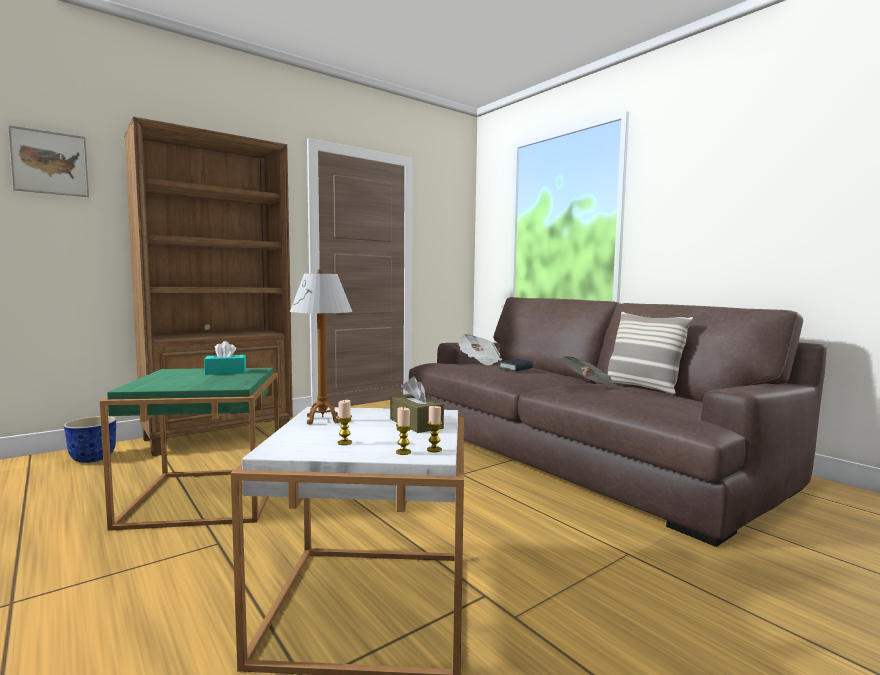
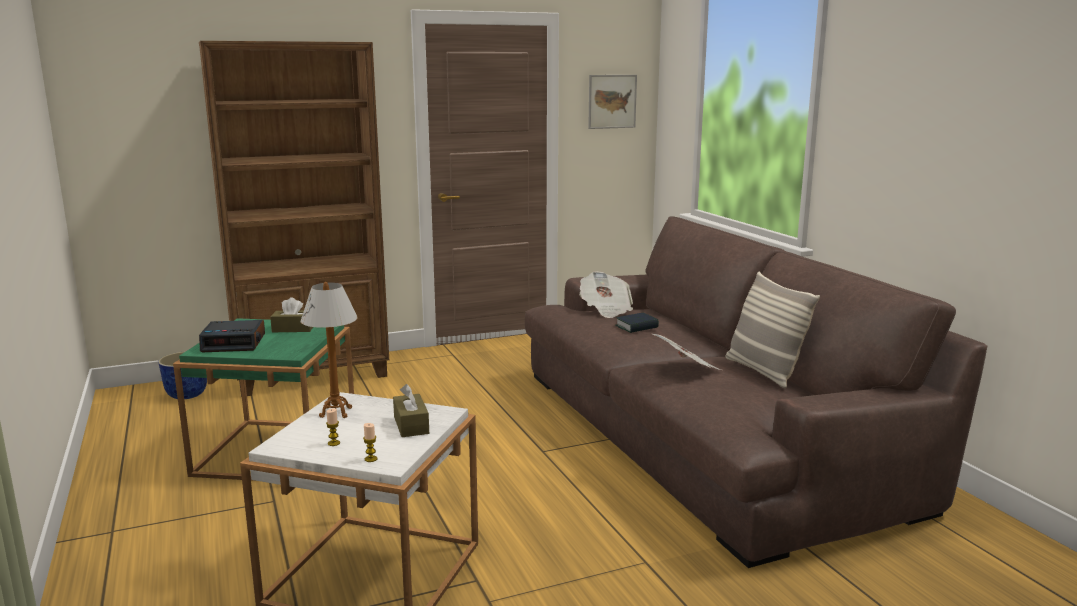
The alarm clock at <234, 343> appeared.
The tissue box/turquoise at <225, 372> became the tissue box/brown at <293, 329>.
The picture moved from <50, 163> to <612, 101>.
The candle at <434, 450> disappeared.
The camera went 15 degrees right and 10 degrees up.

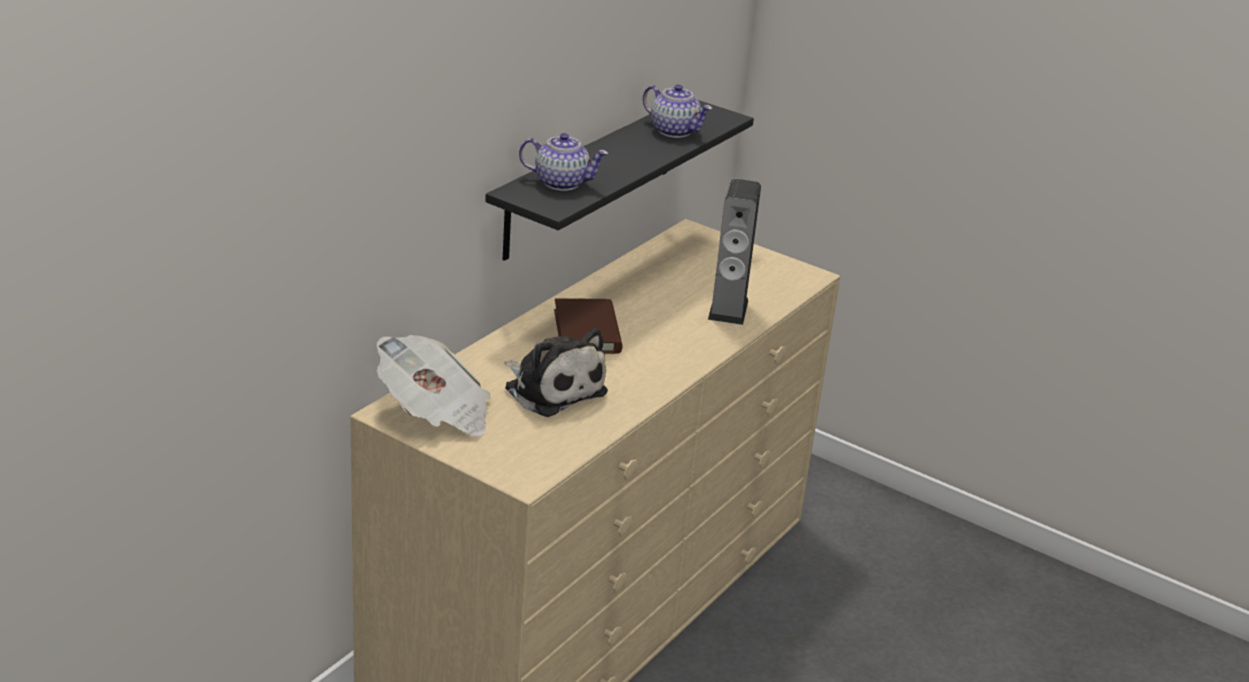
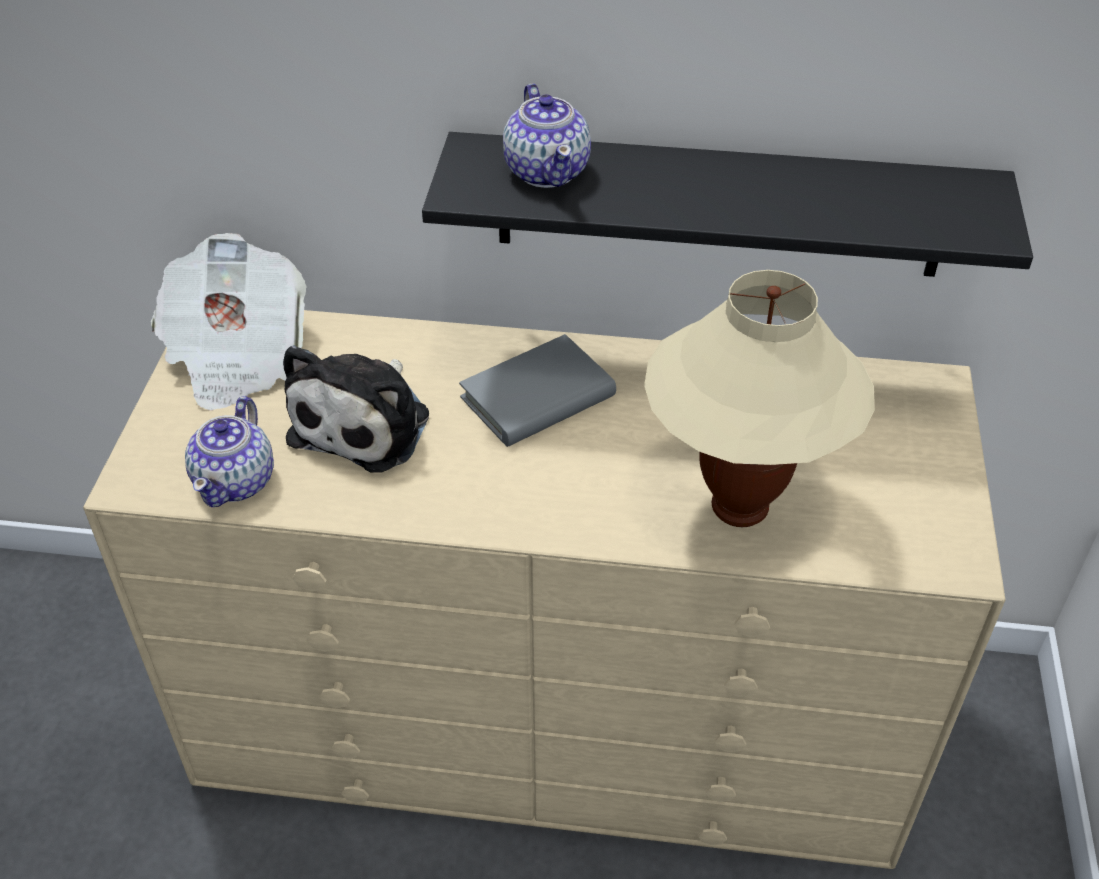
The teapot moved from <674, 130> to <236, 481>.
The book/brown at <587, 331> became the book/grey at <538, 397>.
The speaker at <728, 309> was replaced by the table lamp/beige at <740, 508>.
The camera went 65 degrees right and 15 degrees up.

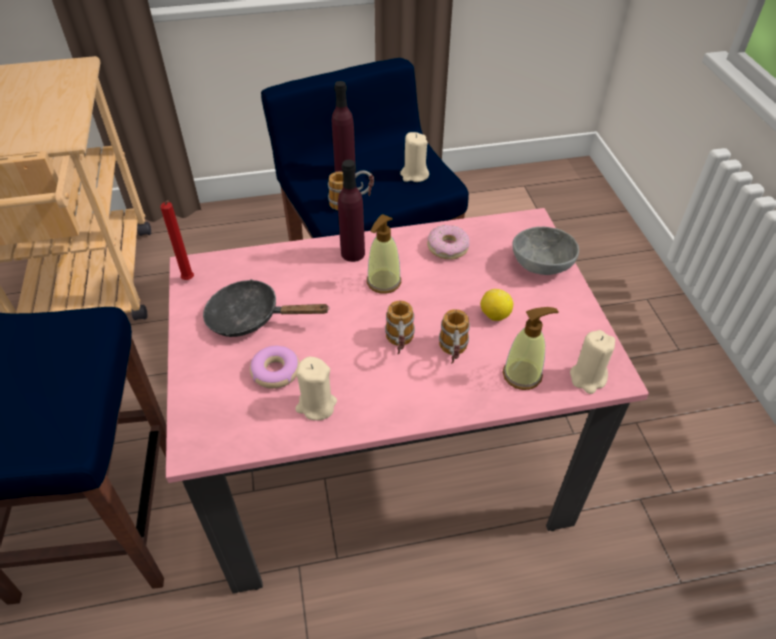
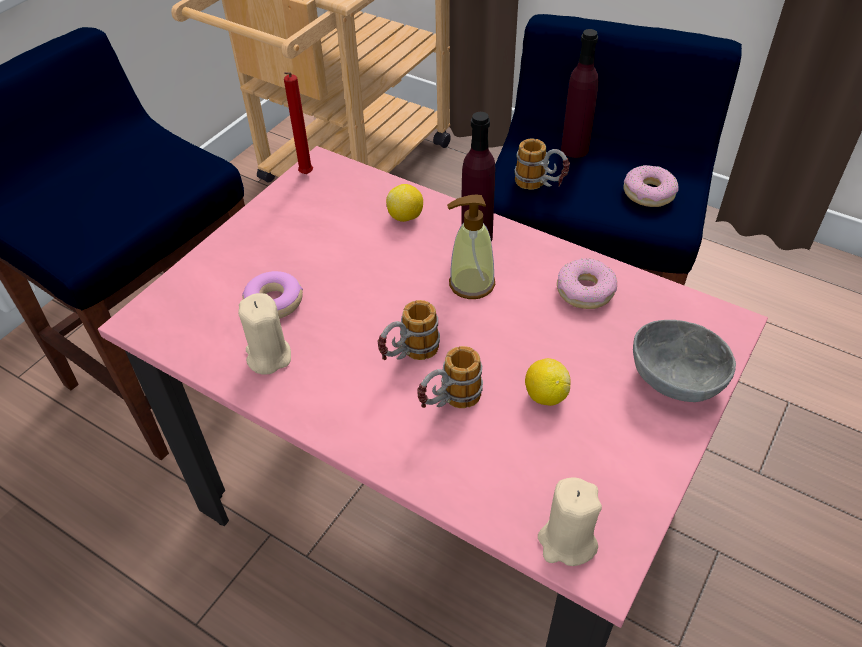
The lemon at <406, 217> appeared.
The candle/beige at <414, 175> was replaced by the donut at <648, 193>.
The frying pan/black at <251, 317> disappeared.
The soap dispenser at <522, 375> disappeared.
The camera went 45 degrees right and 0 degrees up.

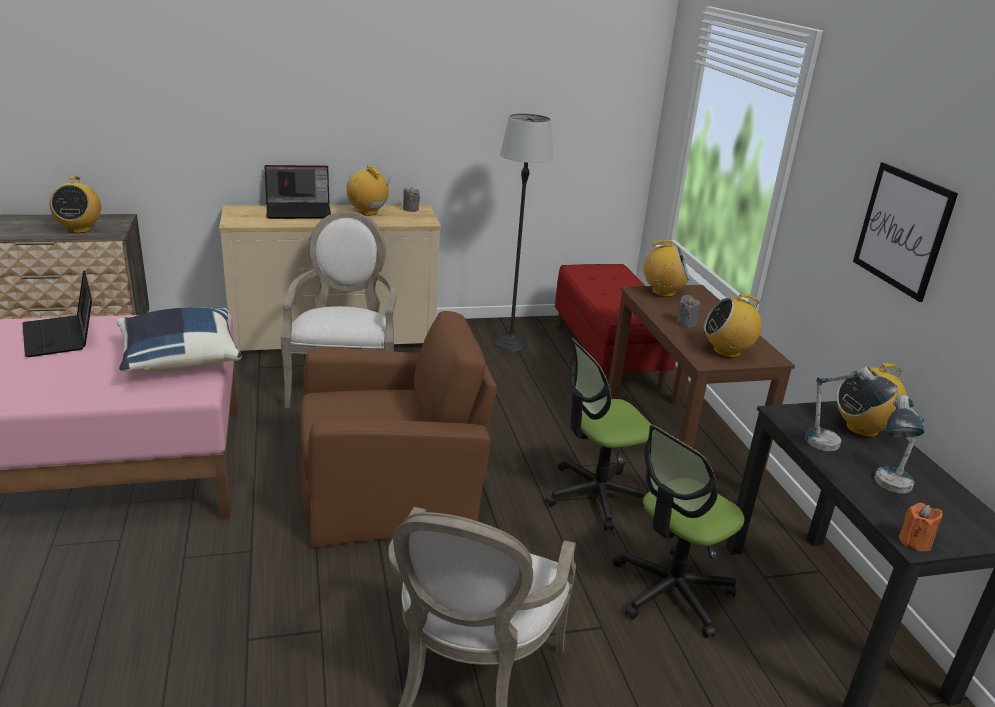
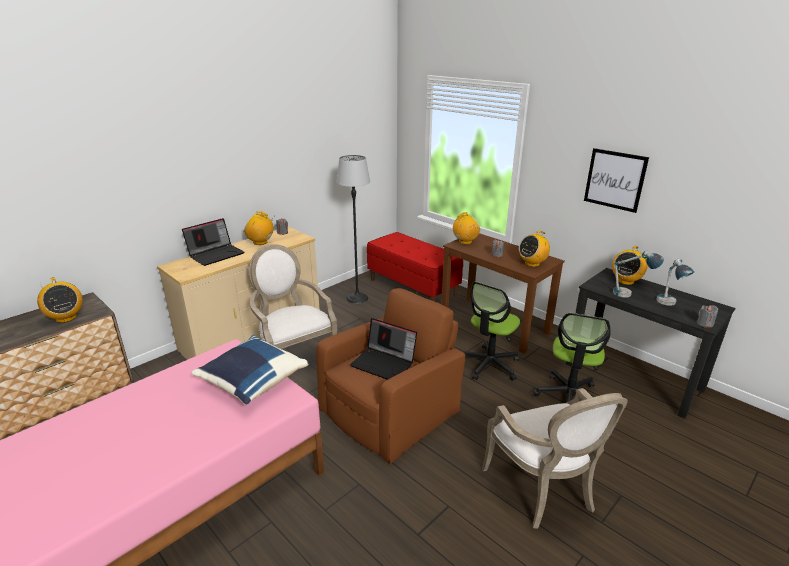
The laptop moved from <62, 336> to <384, 363>.
The candle/orange at <914, 541> became the candle/grey at <704, 324>.
The camera went 30 degrees left and 0 degrees up.

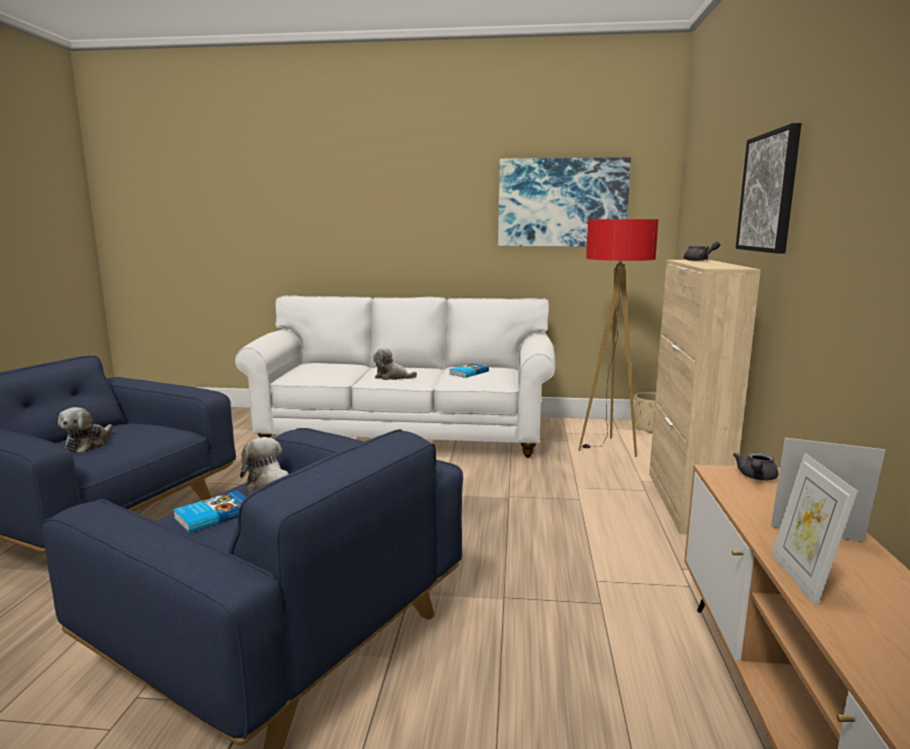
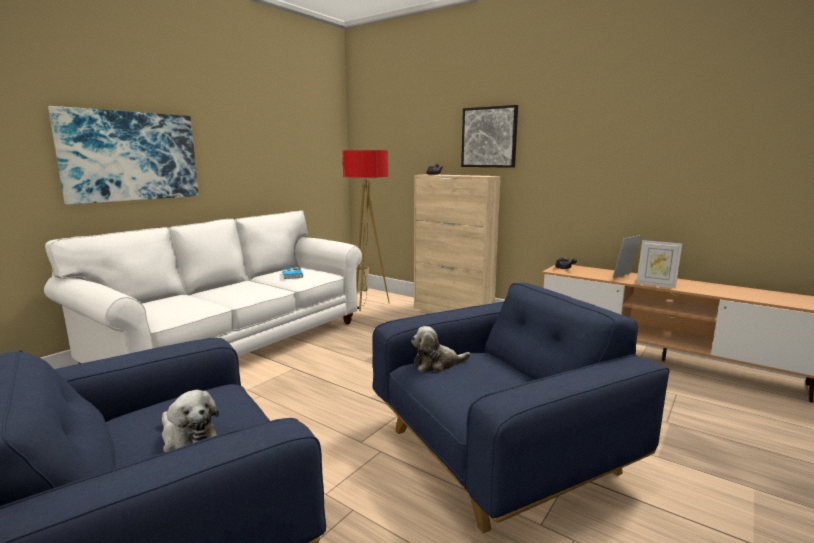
The picture moved from <562, 203> to <131, 156>.
The book at <213, 515> disappeared.
The plush toy at <392, 377> disappeared.
The camera went 60 degrees left and 0 degrees up.

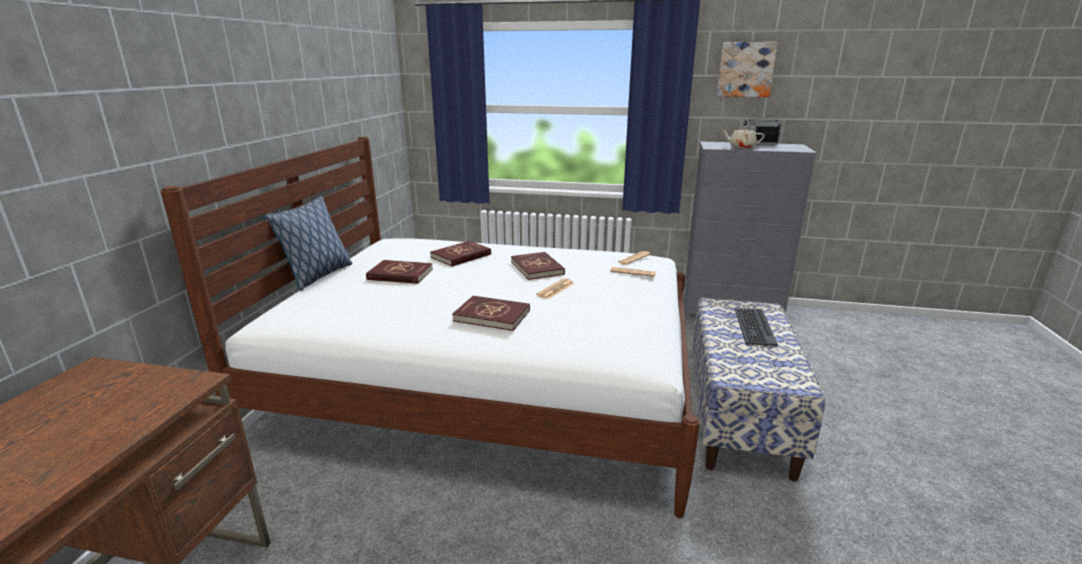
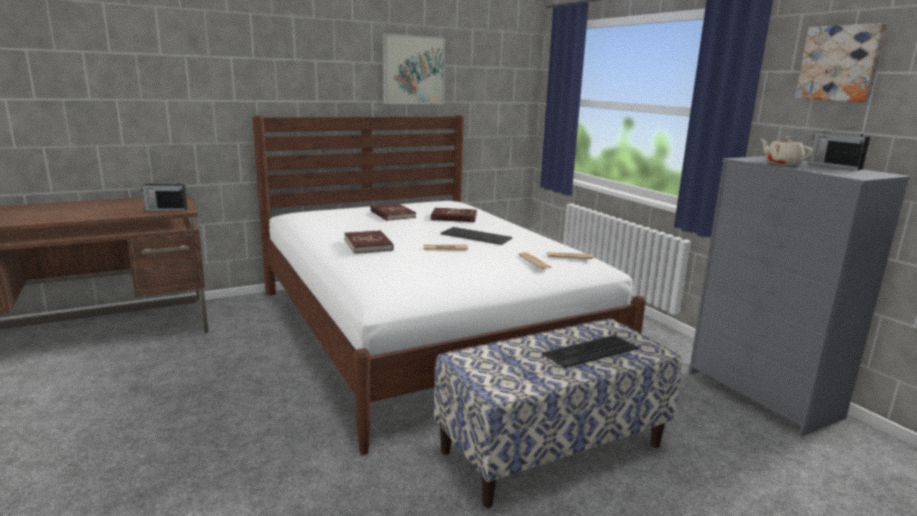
The radio at <165, 209> appeared.
The picture at <413, 70> appeared.
The book/red at <537, 268> was replaced by the keyboard at <475, 236>.
The pillow at <317, 276> disappeared.
The camera went 50 degrees right and 5 degrees down.

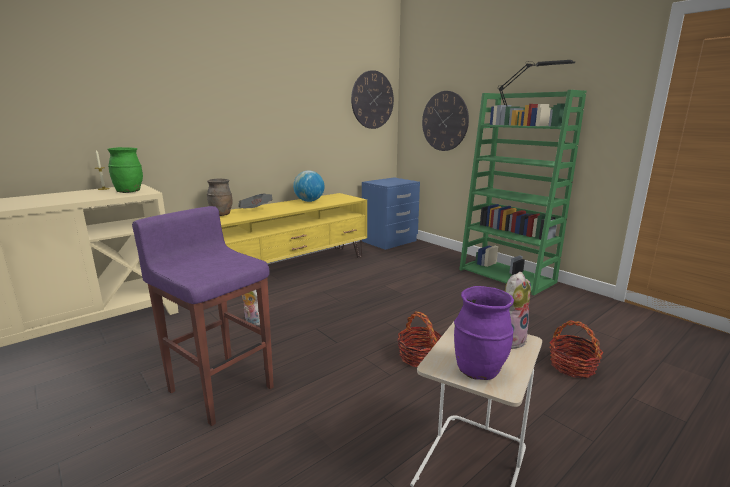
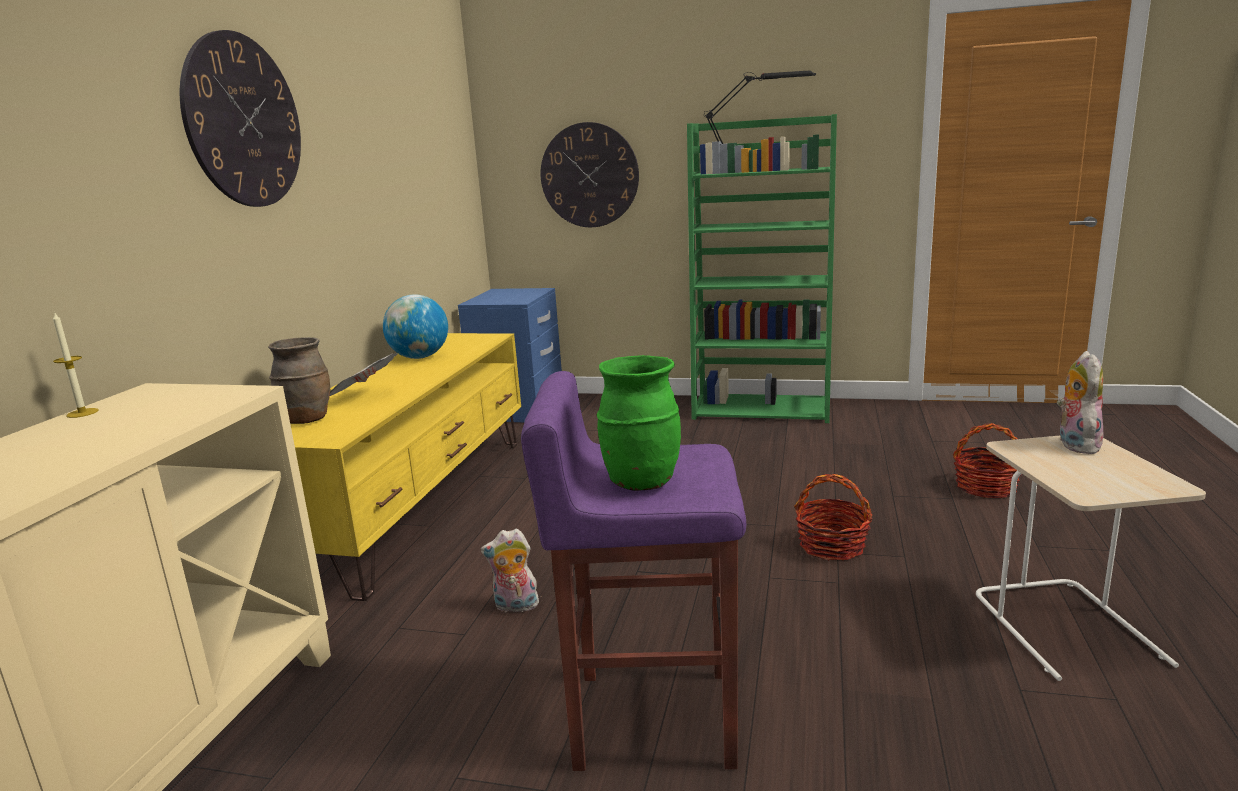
The wall clock moved from <372, 100> to <243, 121>.
The vase/green moved from <129, 192> to <641, 482>.
The vase/purple at <478, 370> disappeared.
The camera went 35 degrees left and 0 degrees up.

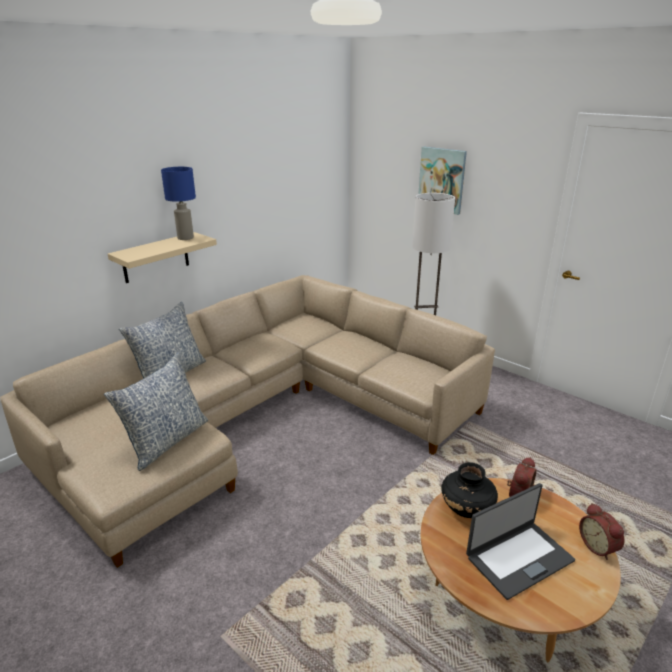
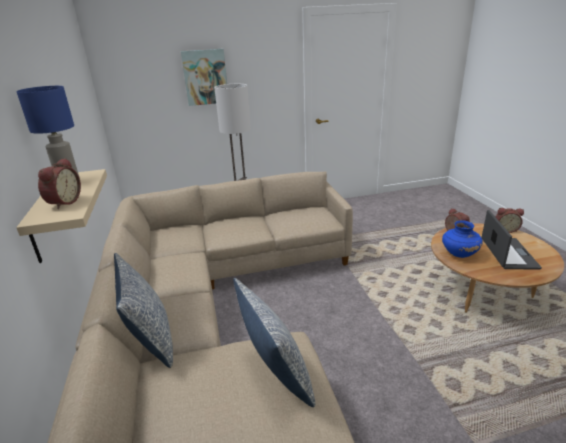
The alarm clock at <63, 202> appeared.
The vase/black at <466, 509> became the vase/blue at <459, 253>.
The camera went 55 degrees left and 0 degrees up.

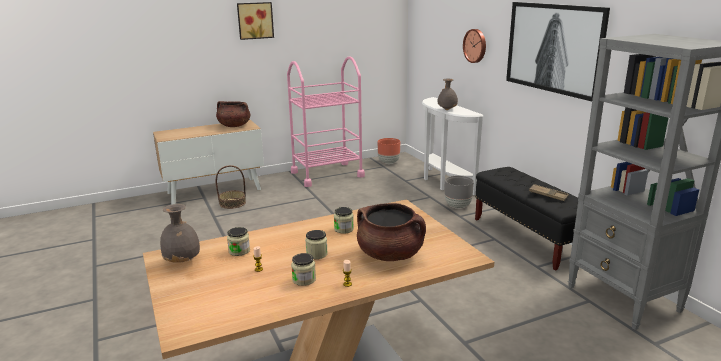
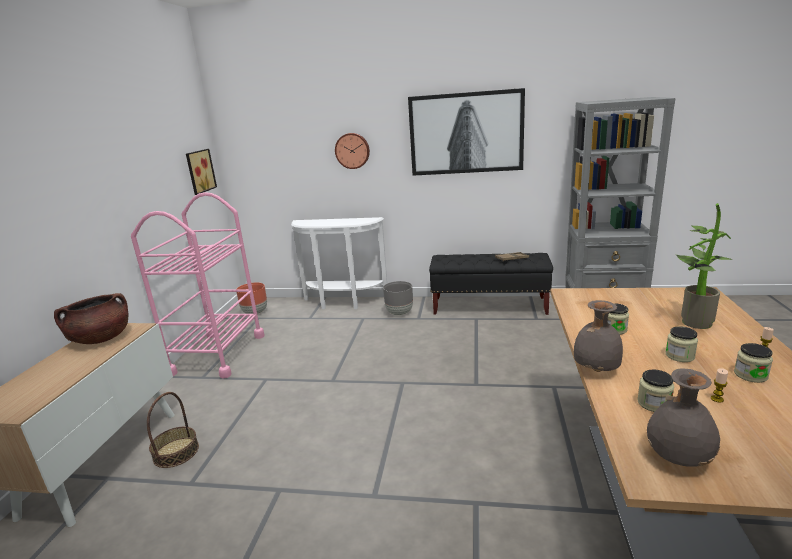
The picture moved from <255, 20> to <199, 171>.
The vase/grey moved from <447, 109> to <595, 369>.
The cooking pot/brown at <390, 255> was replaced by the potted plant at <692, 321>.
The camera went 55 degrees left and 0 degrees up.

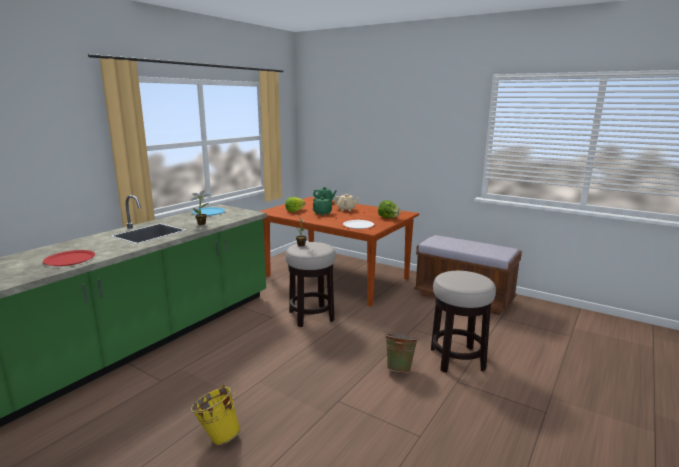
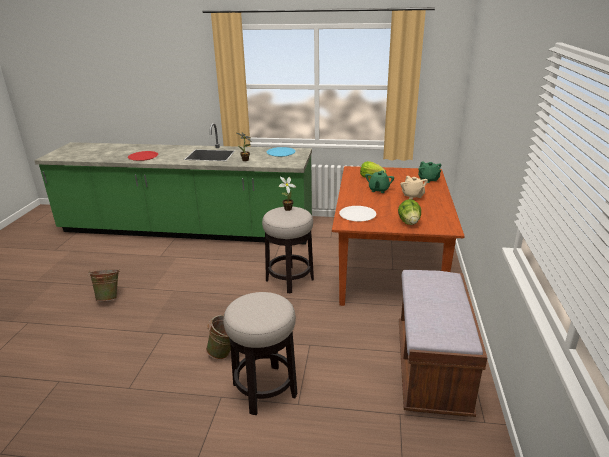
The bucket/yellow at <218, 436> became the bucket/green at <109, 297>.
The camera went 65 degrees right and 10 degrees up.

